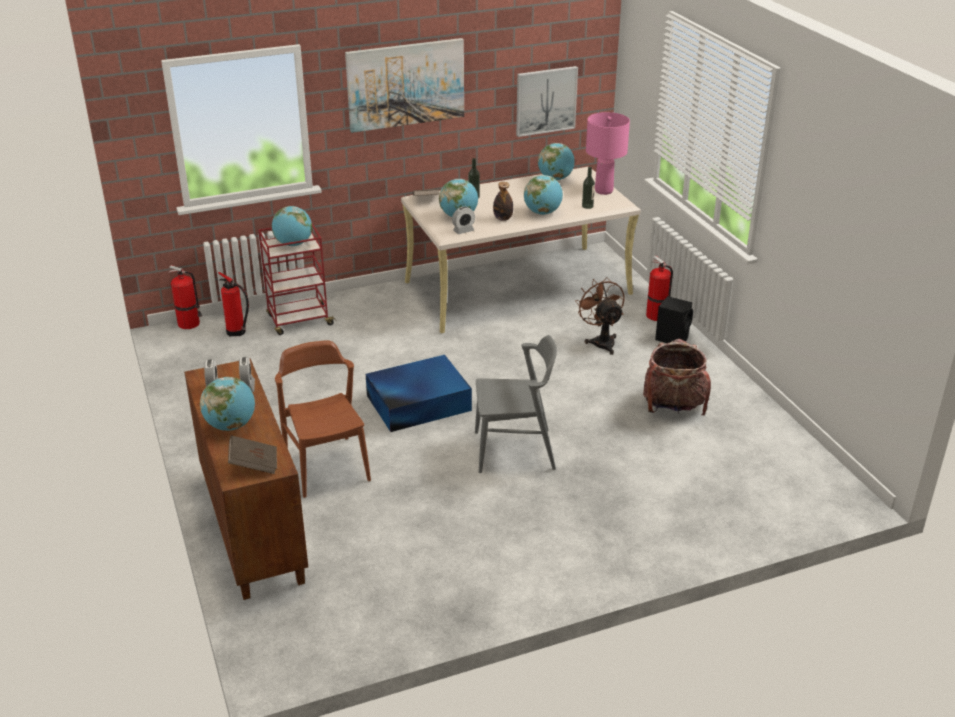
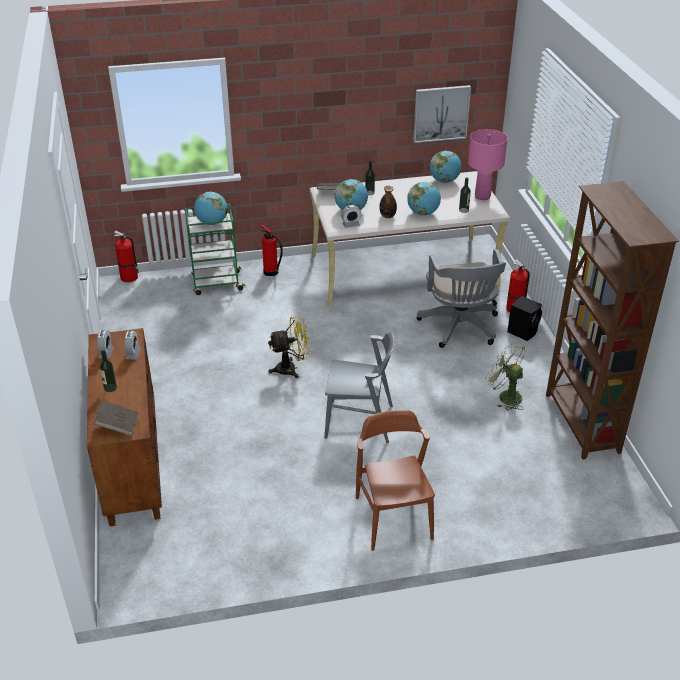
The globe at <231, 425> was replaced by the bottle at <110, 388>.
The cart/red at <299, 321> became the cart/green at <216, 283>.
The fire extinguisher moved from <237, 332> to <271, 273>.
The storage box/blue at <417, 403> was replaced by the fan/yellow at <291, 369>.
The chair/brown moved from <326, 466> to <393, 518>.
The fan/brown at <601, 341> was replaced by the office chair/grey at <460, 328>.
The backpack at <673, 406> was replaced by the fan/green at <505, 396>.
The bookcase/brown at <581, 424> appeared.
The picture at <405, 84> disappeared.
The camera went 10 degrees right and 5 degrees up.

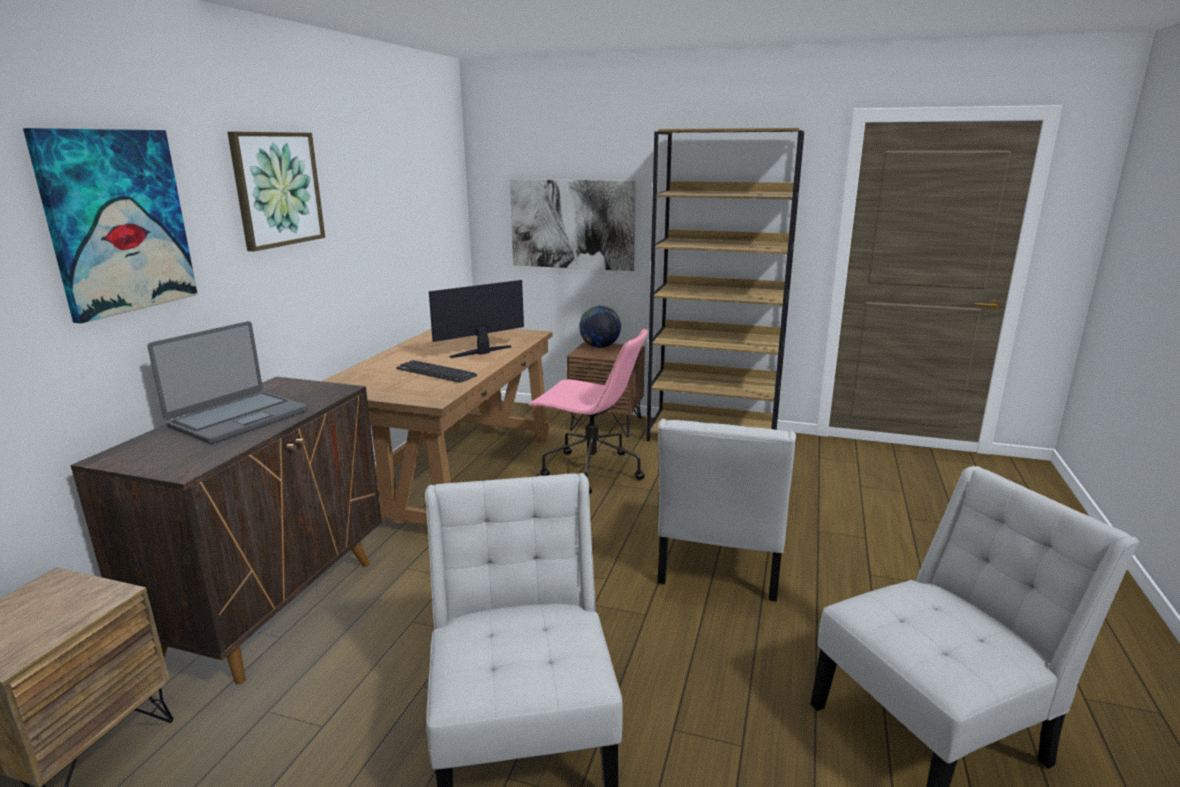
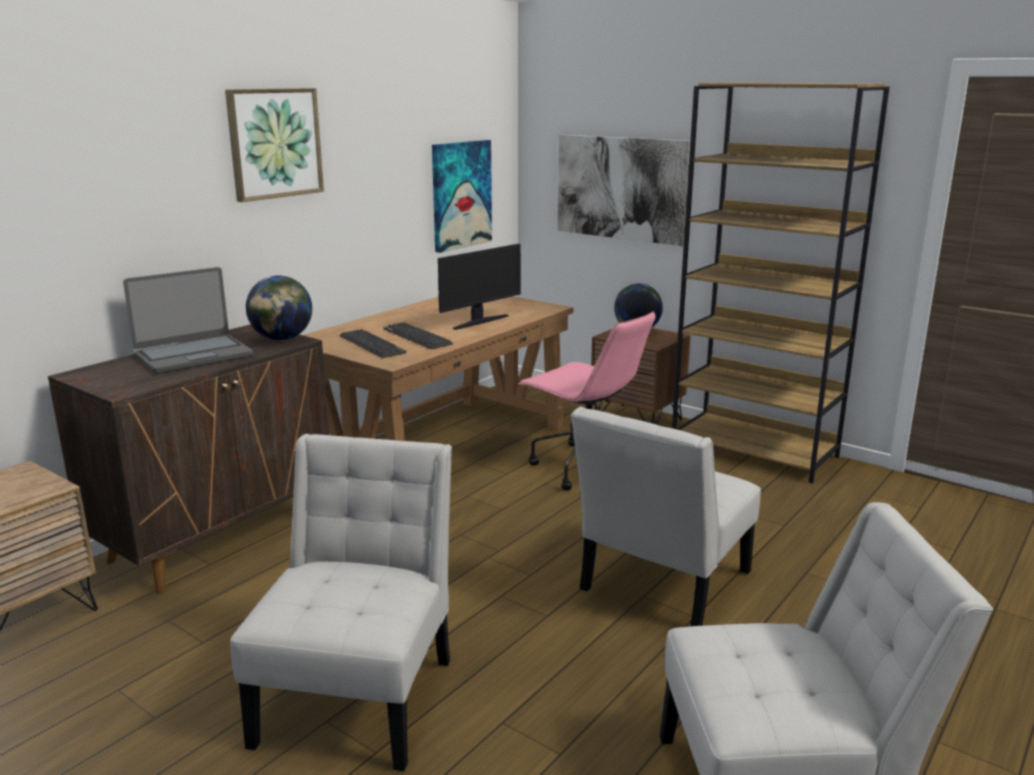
The globe at <282, 339> appeared.
The keyboard at <372, 344> appeared.
The picture moved from <117, 222> to <461, 195>.
The monitor at <482, 352> turned 150 degrees clockwise.
The camera went 20 degrees right and 0 degrees up.

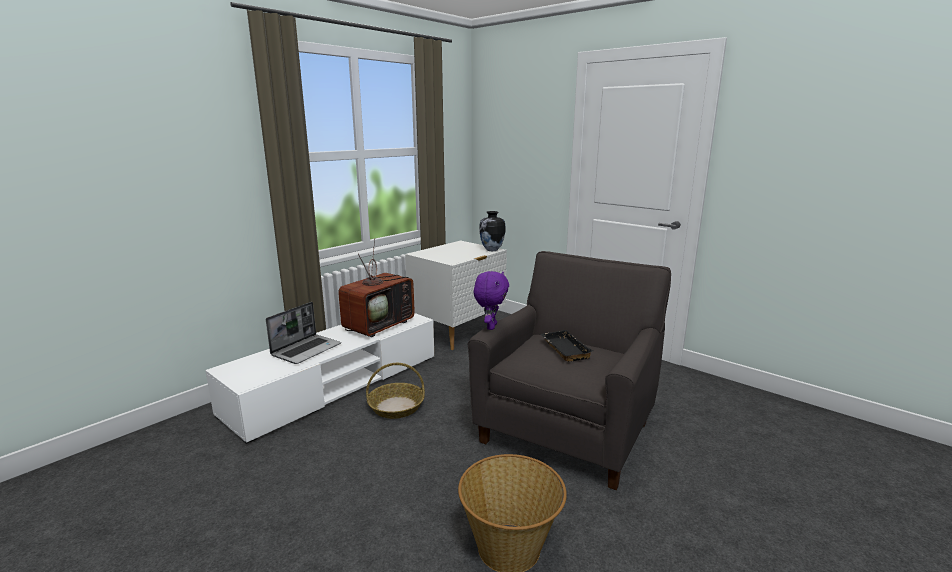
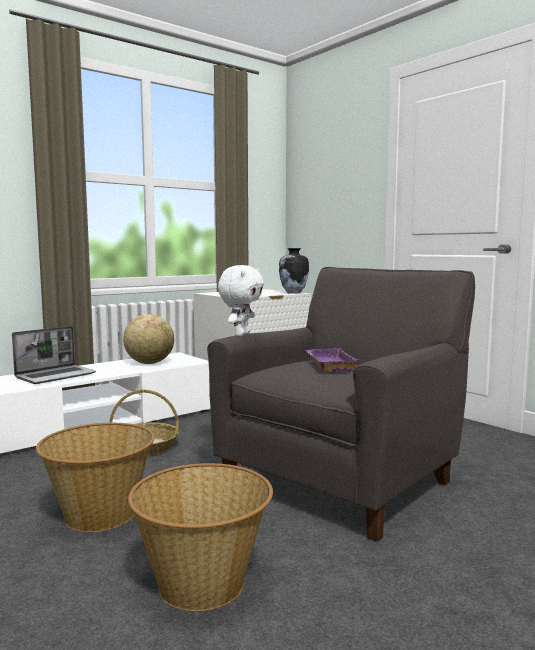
The basket at <100, 516> appeared.
The television at <379, 325> was replaced by the globe at <150, 363>.
The plush toy/purple at <490, 326> became the plush toy/white at <241, 334>.
The tray/black at <563, 349> became the tray/purple at <328, 364>.
The camera went 10 degrees right and 10 degrees down.

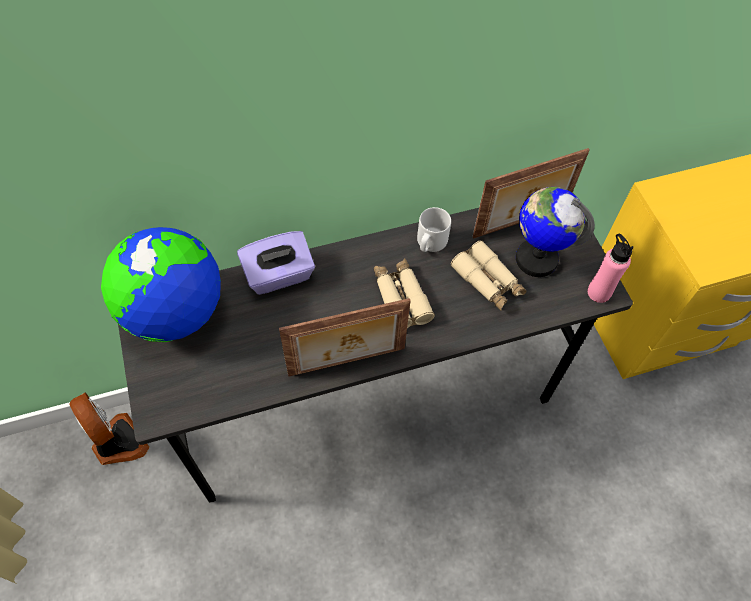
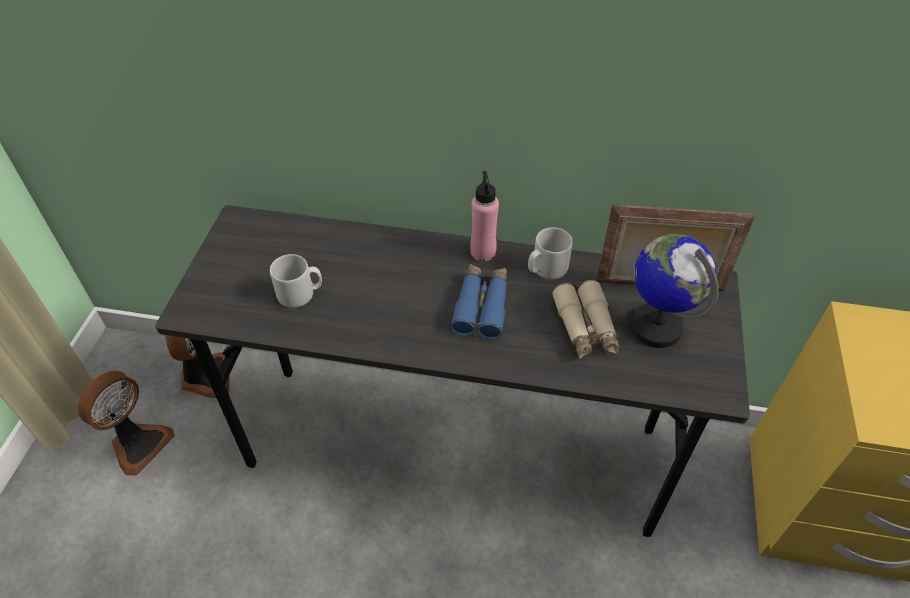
The fan at <138, 443> appeared.
The mug/grey at <300, 294> appeared.
The binoculars/beige at <401, 298> became the binoculars/blue at <481, 306>.
The bottle/pink moved from <598, 292> to <483, 252>.
The globe at <175, 312> disappeared.
The tissue box/purple at <279, 276> disappeared.
The picture frame at <347, 363> disappeared.
The camera went 30 degrees right and 10 degrees down.

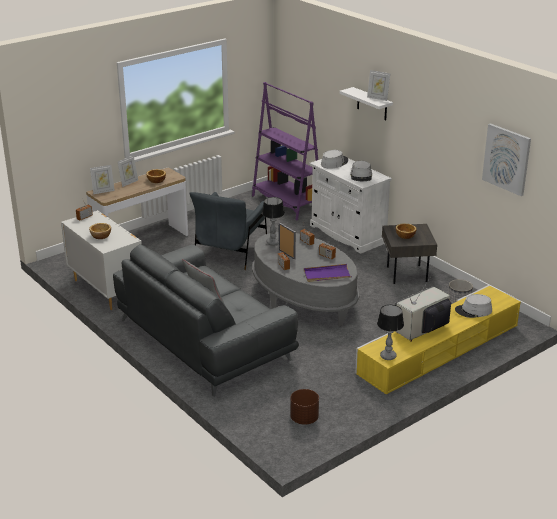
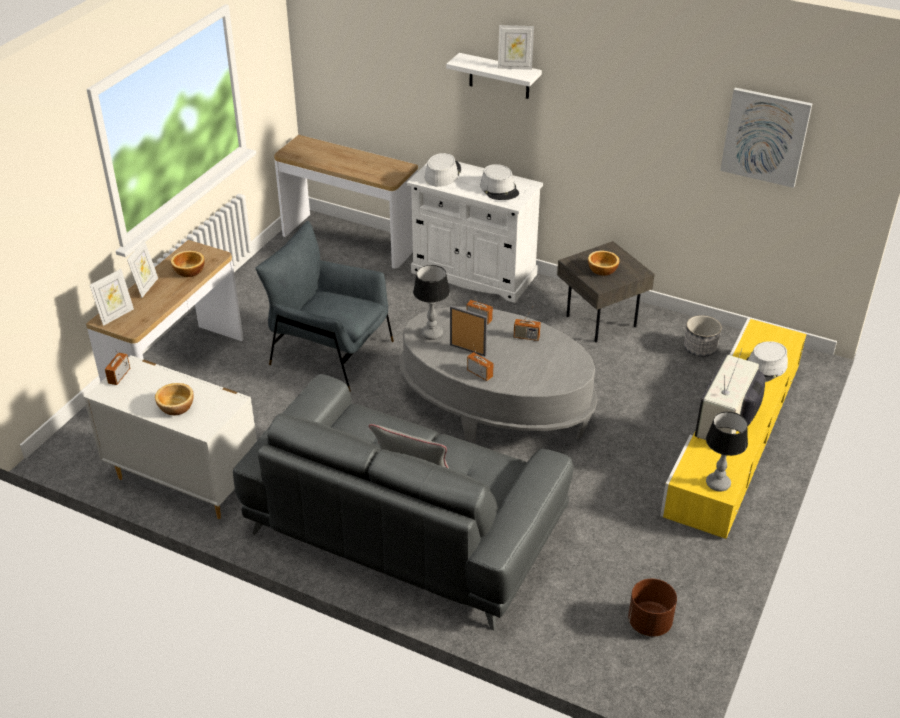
The armchair/grey at <230, 252> turned 120 degrees clockwise.
The bookcase/purple at <287, 203> was replaced by the console table at <350, 240>.
The tray/purple at <327, 275> disappeared.
The camera went 25 degrees left and 10 degrees up.

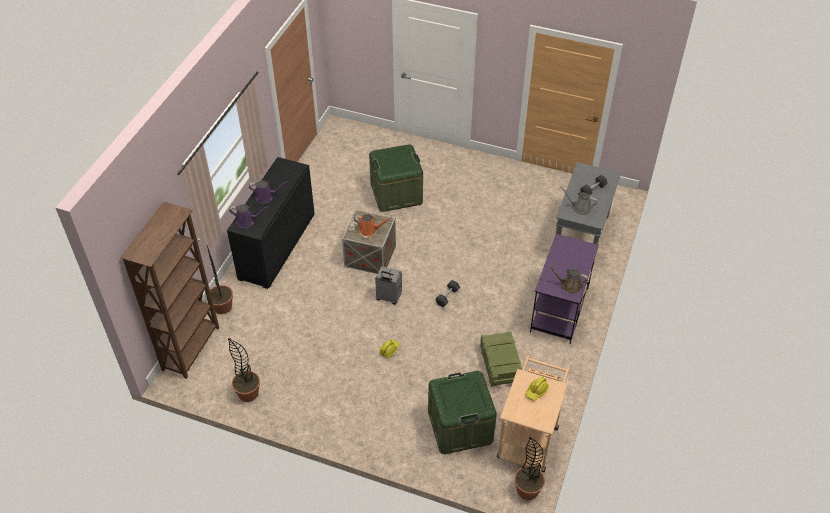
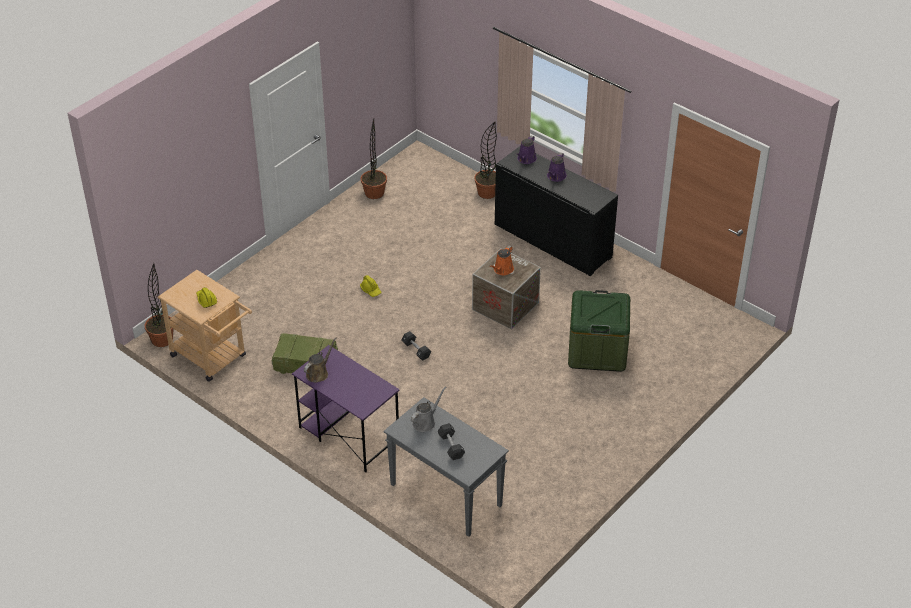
The bookcase/brown at <192, 348> disappeared.
The suitcase/grey at <388, 298> disappeared.
The storage box/green at <460, 426> disappeared.
The camera went 110 degrees right and 5 degrees down.

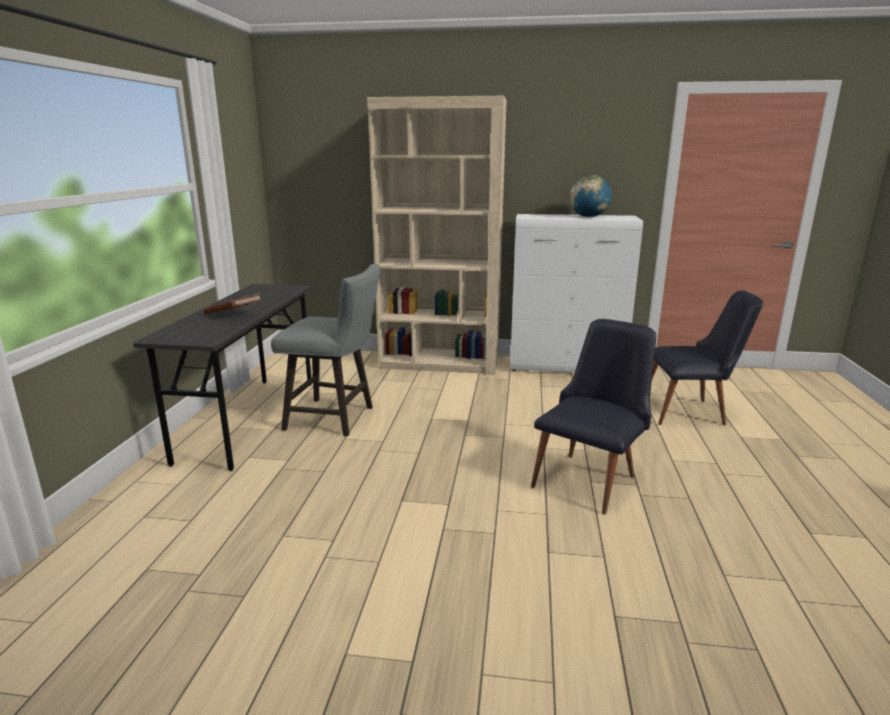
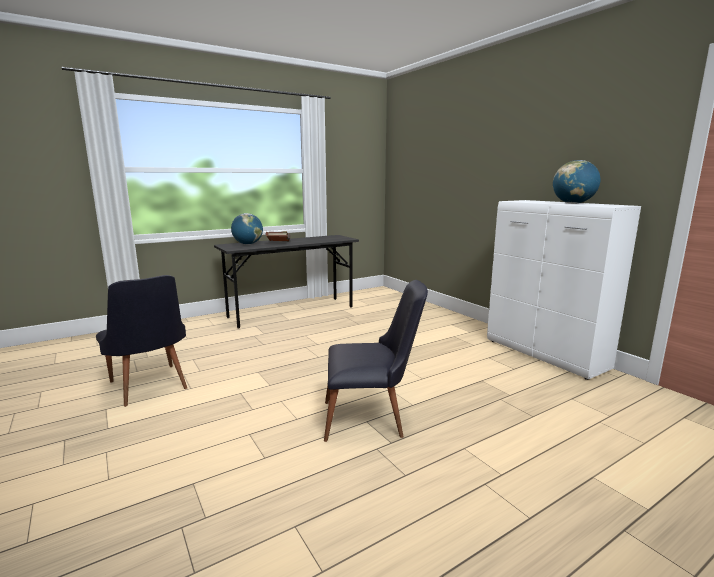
The chair/black moved from <691, 412> to <150, 388>.
The globe at <248, 244> appeared.
The stool/grey at <336, 418> disappeared.
The bookcase/beige at <440, 363> disappeared.
The camera went 50 degrees right and 5 degrees down.

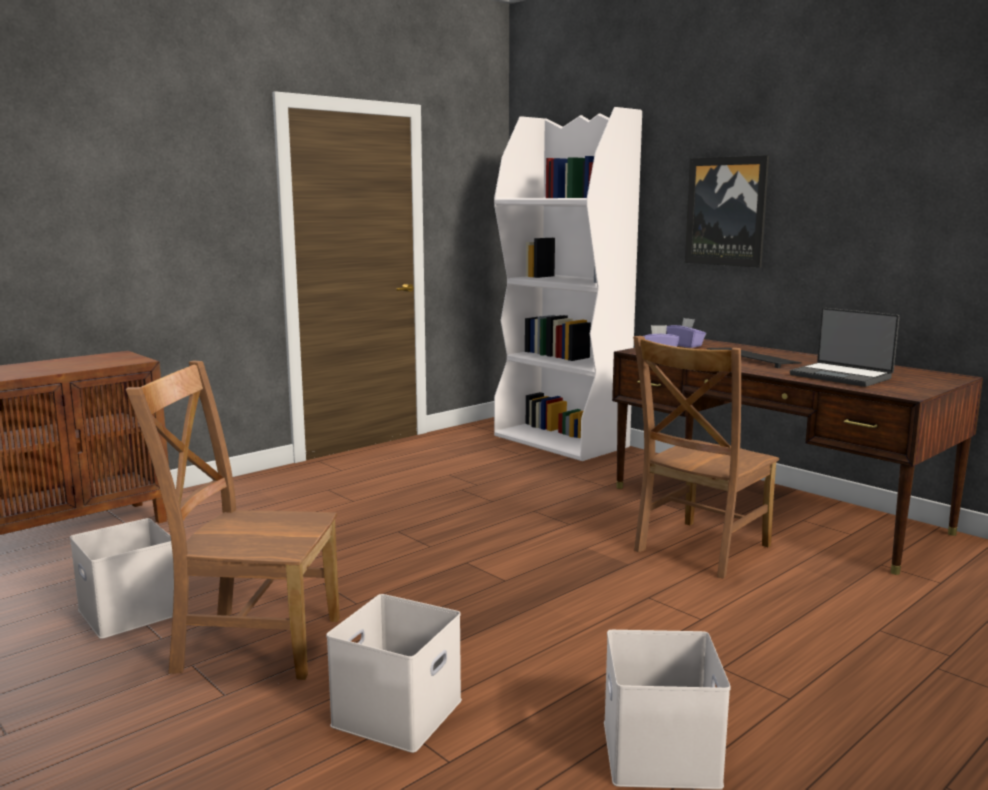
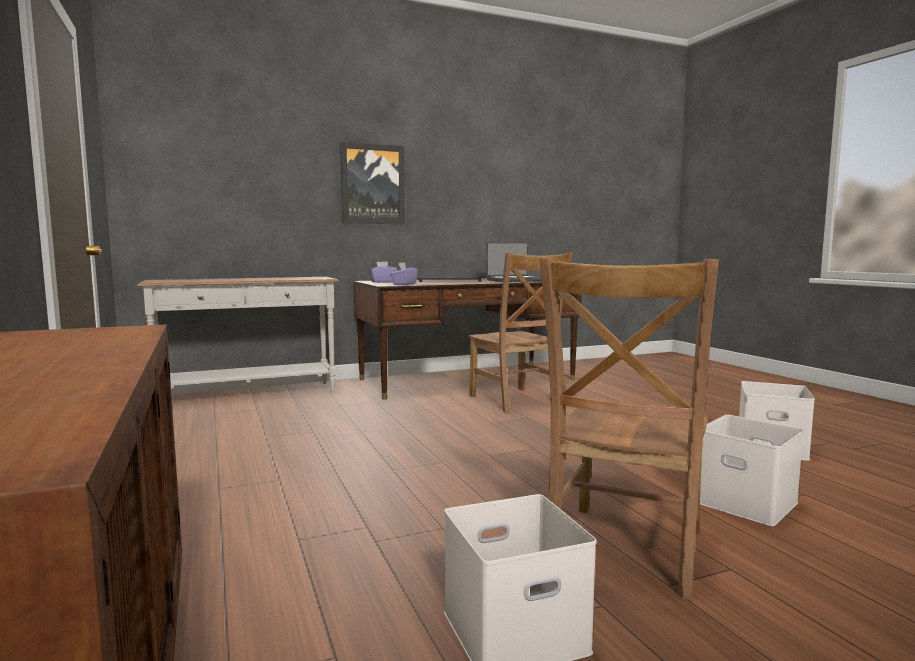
The bookcase/white at <561, 441> was replaced by the console table/white at <248, 395>.
The camera went 70 degrees left and 5 degrees down.

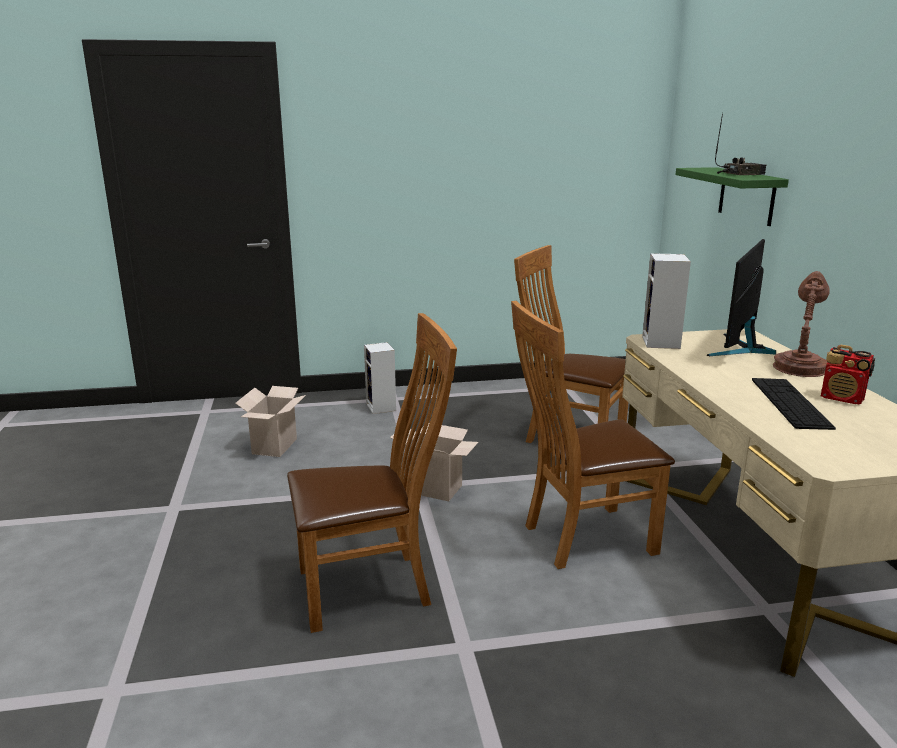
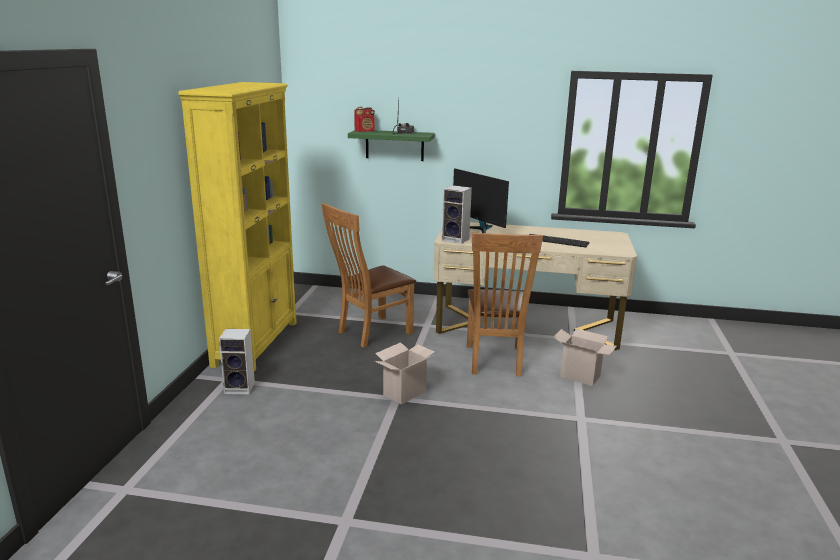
The bookcase/yellow at <256, 343> appeared.
The radio moved from <842, 399> to <365, 131>.
The cardboard box moved from <275, 447> to <581, 376>.
The chair/brown at <372, 587> disappeared.
The table lamp/brown at <799, 366> disappeared.
The camera went 70 degrees left and 0 degrees up.

